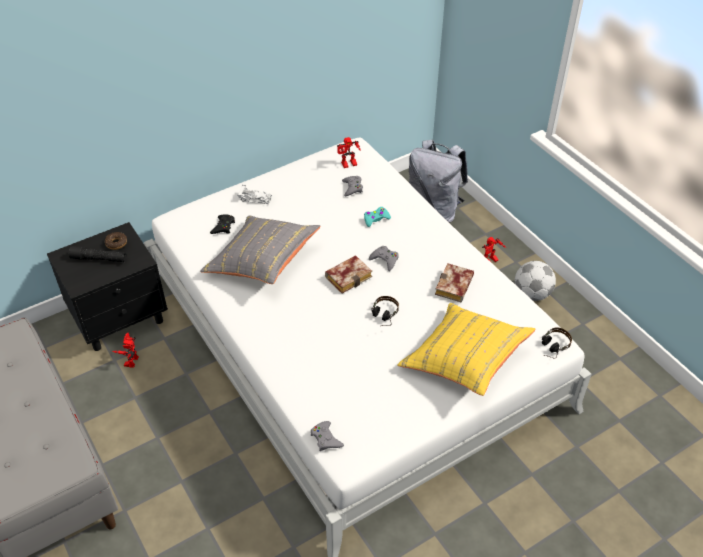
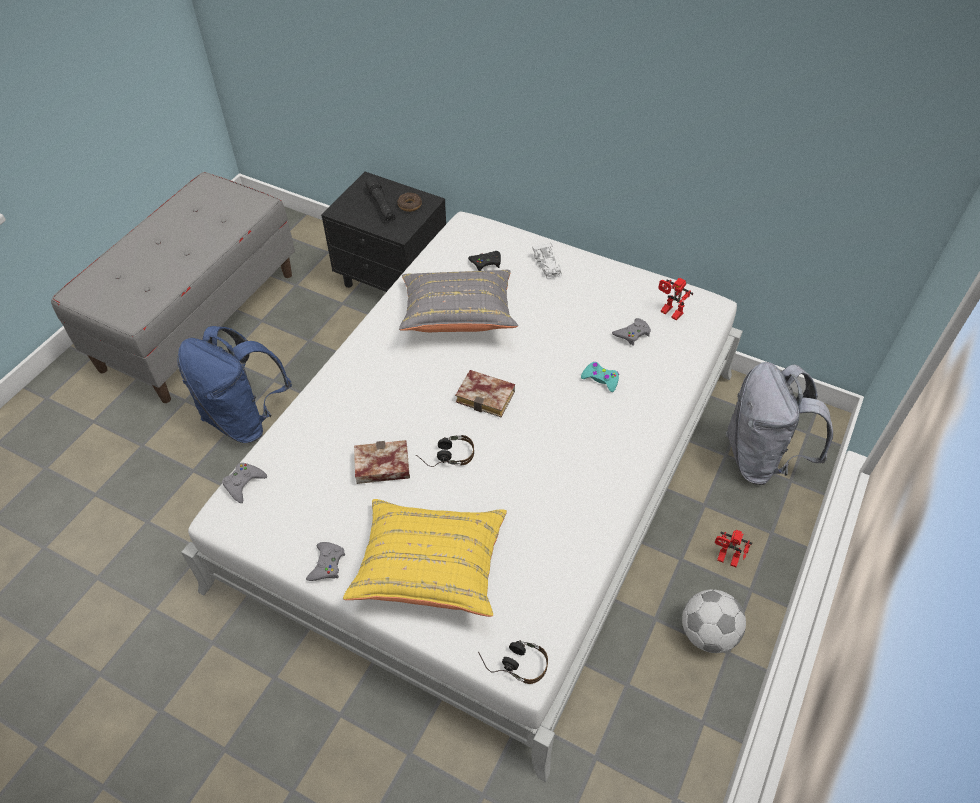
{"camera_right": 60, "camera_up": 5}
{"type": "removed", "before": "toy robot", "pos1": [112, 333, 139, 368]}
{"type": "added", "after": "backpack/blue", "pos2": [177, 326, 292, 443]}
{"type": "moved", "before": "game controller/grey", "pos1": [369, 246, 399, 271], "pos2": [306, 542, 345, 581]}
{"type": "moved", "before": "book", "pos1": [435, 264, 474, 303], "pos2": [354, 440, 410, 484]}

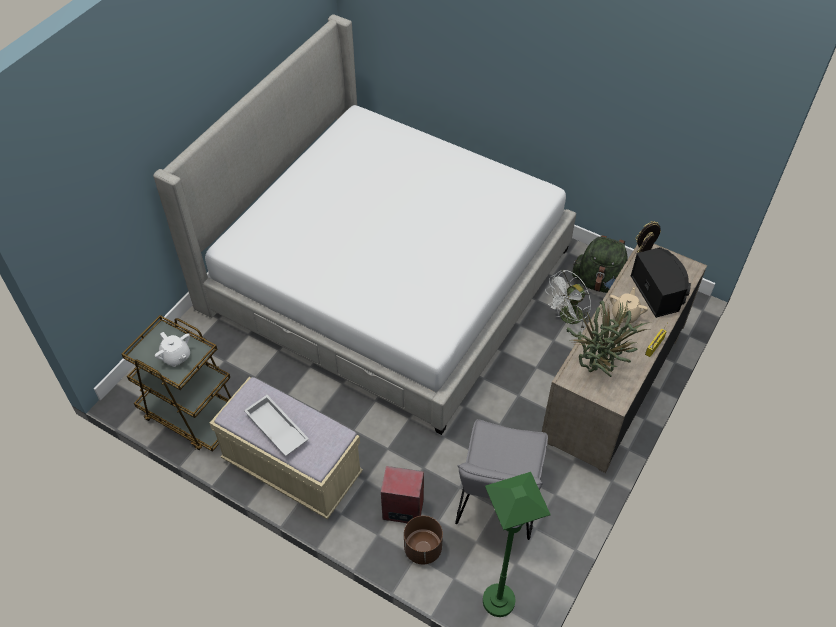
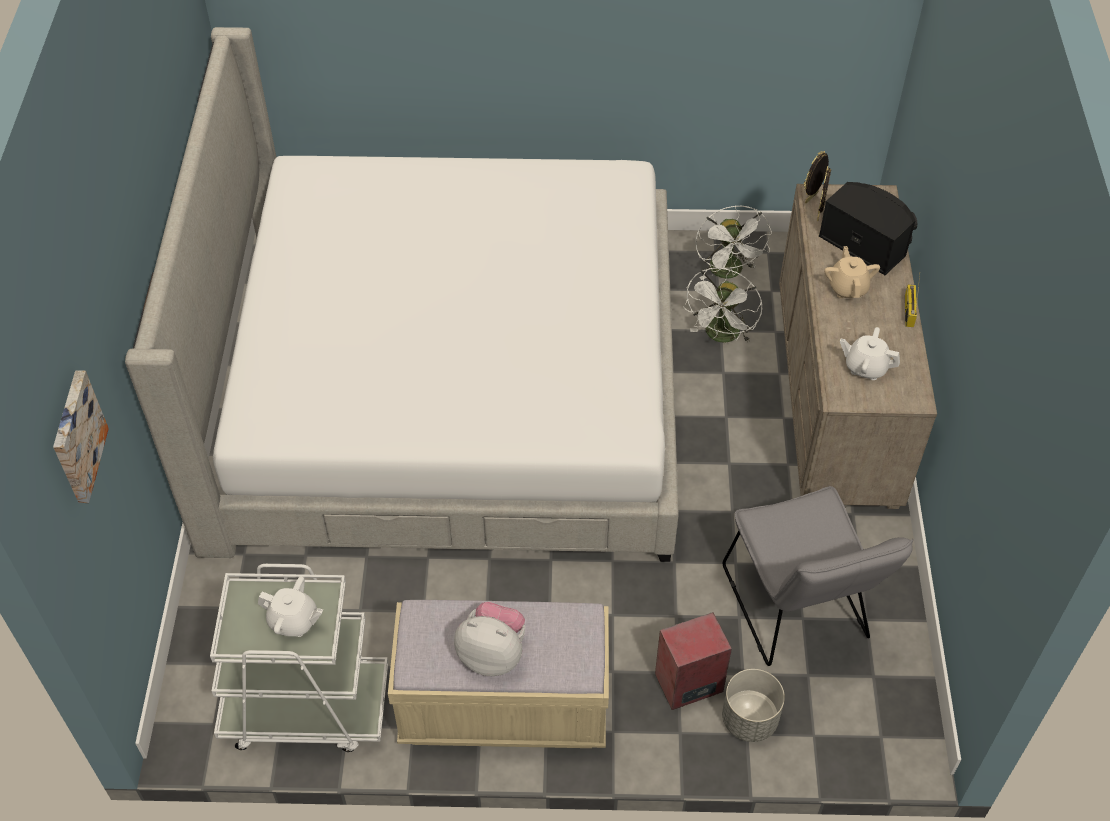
{"camera_right": -30, "camera_up": 0}
{"type": "removed", "before": "floor lamp/green", "pos1": [483, 472, 551, 617]}
{"type": "added", "after": "picture", "pos2": [53, 371, 109, 503]}
{"type": "replaced", "before": "tray/white", "after": "plush toy", "pos1": [244, 395, 309, 456], "pos2": [454, 602, 525, 676]}
{"type": "replaced", "before": "potted plant", "after": "teapot/white", "pos1": [566, 301, 647, 377], "pos2": [840, 327, 900, 380]}
{"type": "replaced", "before": "backpack/green", "after": "fan/white", "pos1": [572, 235, 628, 293], "pos2": [695, 206, 772, 280]}
{"type": "recoloured", "before": "cart/brown", "after": "cart/white", "pos1": [122, 315, 231, 452], "pos2": [210, 564, 388, 752]}
{"type": "recoloured", "before": "planter/brown", "after": "planter/grey", "pos1": [404, 516, 443, 565], "pos2": [722, 669, 785, 742]}

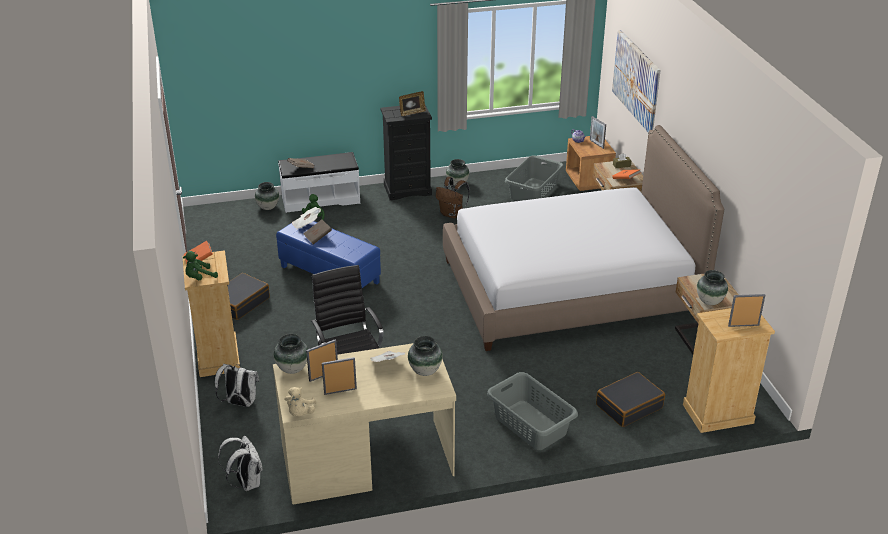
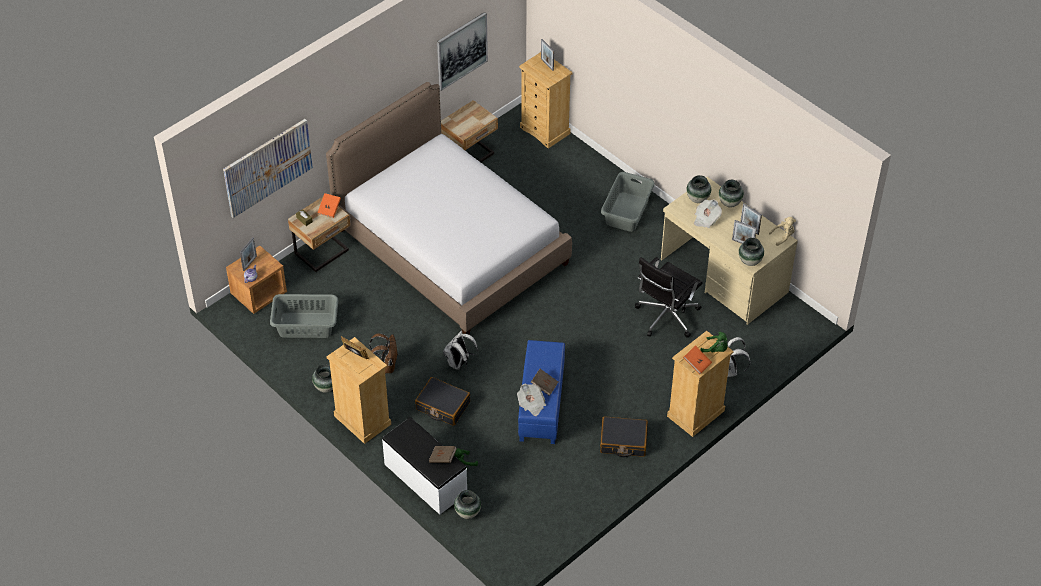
{"camera_right": -120, "camera_up": 15}
{"type": "added", "after": "picture", "pos2": [437, 12, 488, 91]}
{"type": "moved", "before": "backpack/white", "pos1": [218, 436, 262, 491], "pos2": [443, 331, 478, 370]}
{"type": "moved", "before": "suitcase/black", "pos1": [596, 372, 665, 427], "pos2": [415, 377, 470, 426]}
{"type": "moved", "before": "vase", "pos1": [697, 270, 728, 305], "pos2": [719, 180, 744, 207]}
{"type": "recoloured", "before": "dresser/black", "after": "dresser/beige", "pos1": [380, 105, 432, 200], "pos2": [326, 337, 391, 444]}

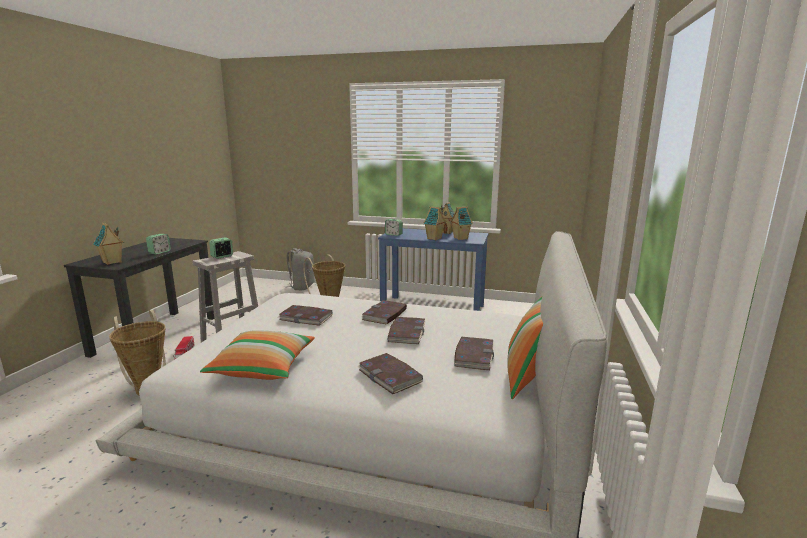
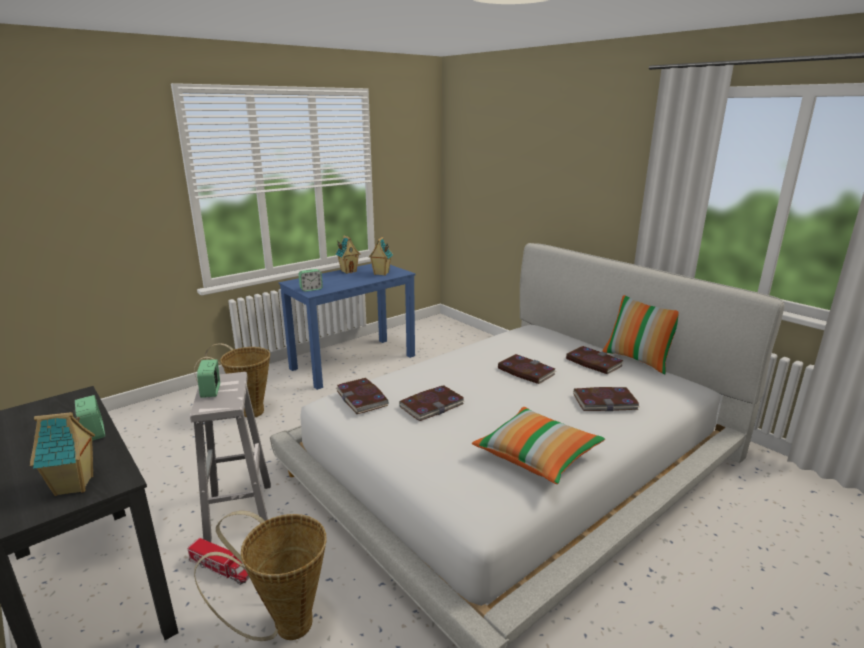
{"camera_right": -55, "camera_up": 5}
{"type": "removed", "before": "backpack/grey", "pos1": [287, 248, 315, 290]}
{"type": "removed", "before": "toy house", "pos1": [423, 206, 446, 240]}
{"type": "moved", "before": "book", "pos1": [362, 300, 407, 324], "pos2": [336, 378, 389, 414]}

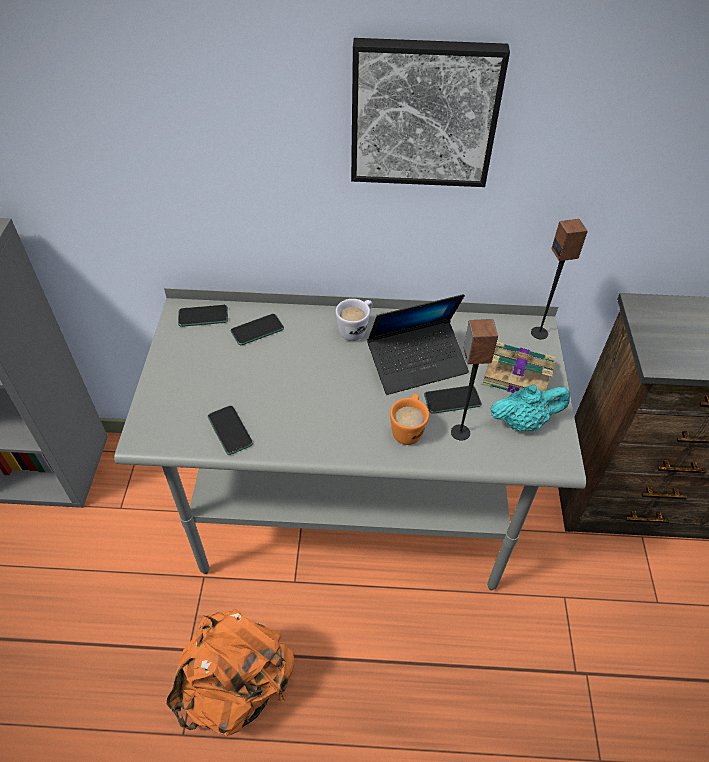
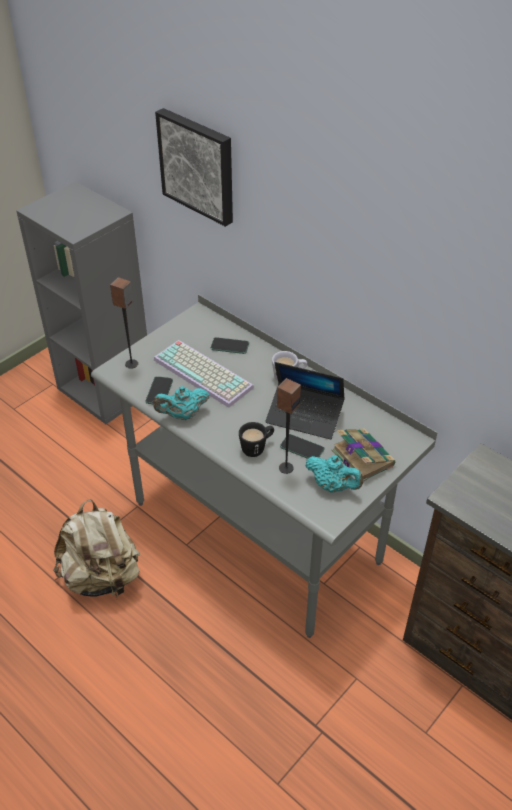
{"camera_right": 40, "camera_up": -5}
{"type": "removed", "before": "phone", "pos1": [178, 305, 228, 327]}
{"type": "added", "after": "teapot/turquoise", "pos2": [153, 386, 210, 420]}
{"type": "added", "after": "keyboard", "pos2": [154, 340, 254, 408]}
{"type": "moved", "before": "picture", "pos1": [351, 38, 510, 187], "pos2": [155, 108, 233, 227]}
{"type": "moved", "before": "speaker", "pos1": [531, 219, 588, 339], "pos2": [110, 277, 138, 369]}
{"type": "recoloured", "before": "backpack/orange", "after": "backpack/beige", "pos1": [167, 609, 295, 736], "pos2": [53, 499, 141, 599]}
{"type": "recoloured", "before": "mug/orange", "after": "mug/black", "pos1": [390, 394, 429, 445], "pos2": [239, 422, 274, 457]}

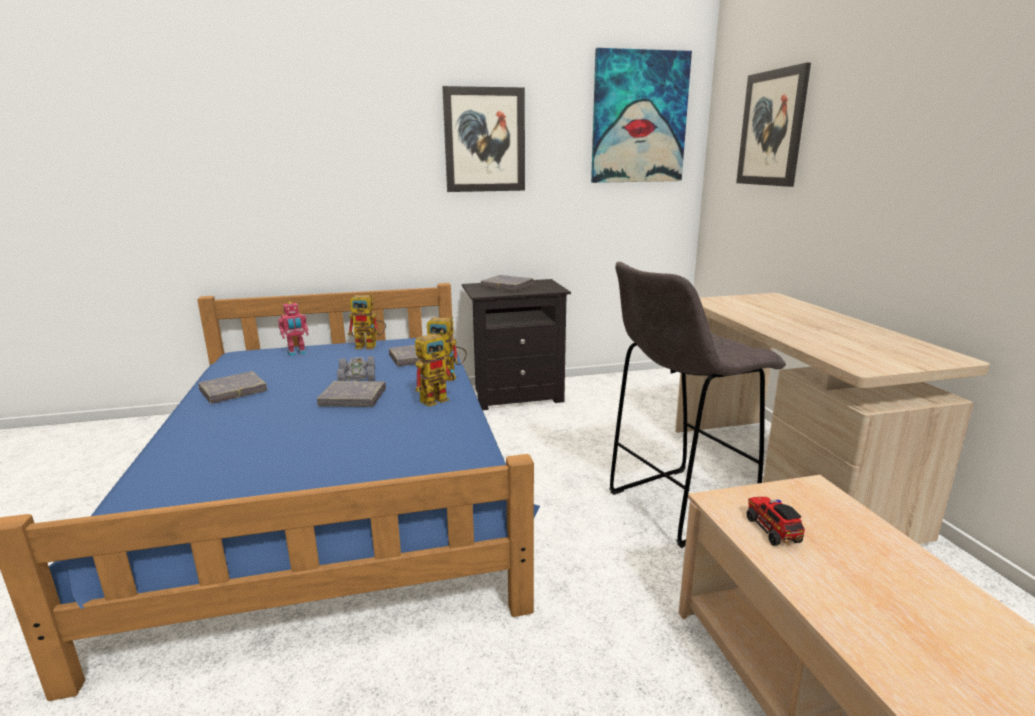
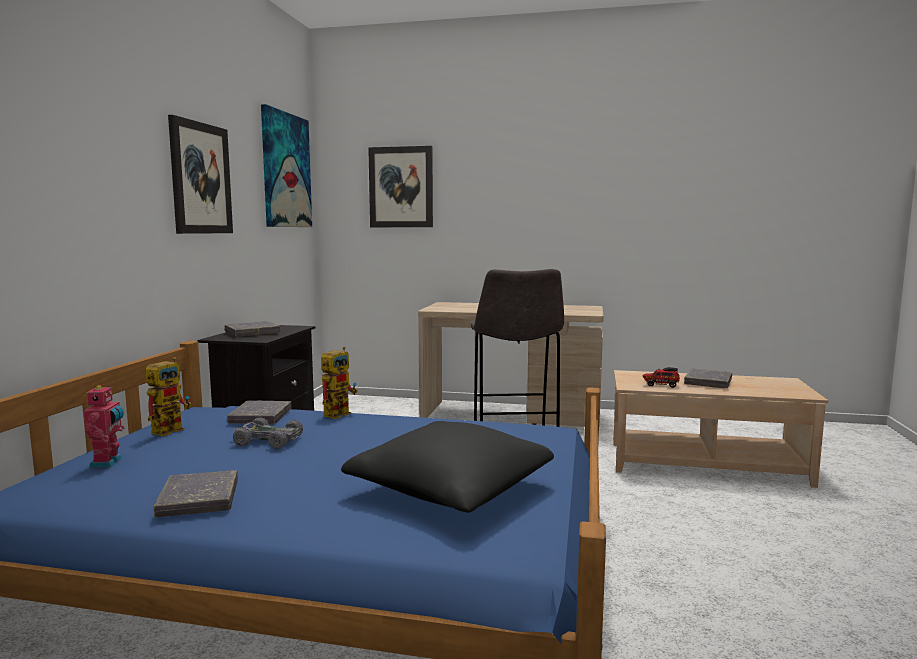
{"camera_right": -65, "camera_up": -10}
{"type": "removed", "before": "toy robot", "pos1": [415, 330, 456, 407]}
{"type": "added", "after": "pillow/black", "pos2": [341, 421, 554, 513]}
{"type": "moved", "before": "book/grey", "pos1": [317, 381, 386, 407], "pos2": [684, 369, 732, 388]}

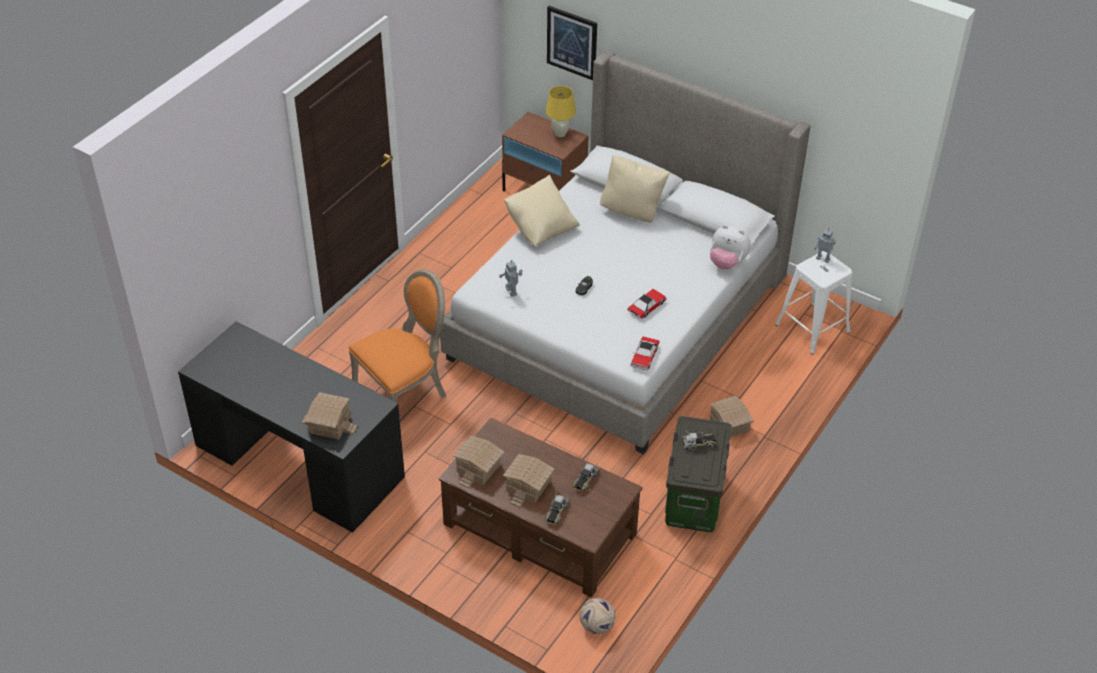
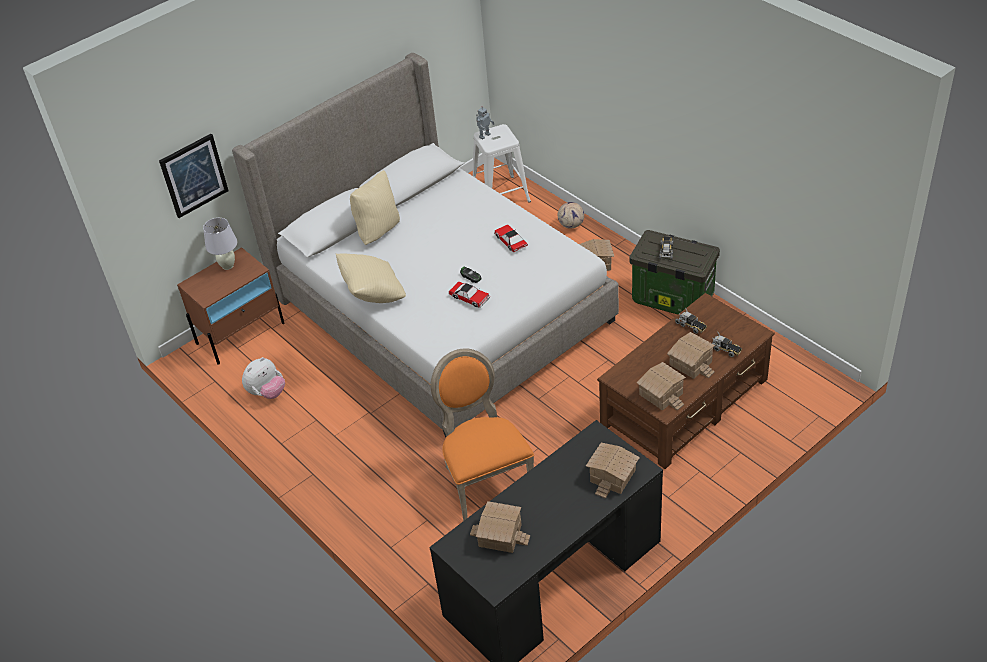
{"camera_right": -70, "camera_up": 0}
{"type": "removed", "before": "toy robot", "pos1": [499, 260, 522, 297]}
{"type": "added", "after": "toy house", "pos2": [470, 501, 530, 553]}
{"type": "moved", "before": "football", "pos1": [580, 598, 615, 634], "pos2": [558, 202, 584, 229]}
{"type": "moved", "before": "toy car", "pos1": [630, 336, 659, 371], "pos2": [449, 282, 490, 308]}
{"type": "moved", "before": "plush toy", "pos1": [710, 225, 751, 269], "pos2": [242, 357, 285, 399]}
{"type": "recoloured", "before": "table lamp/yellow", "after": "table lamp/white", "pos1": [546, 86, 576, 137], "pos2": [203, 218, 237, 270]}

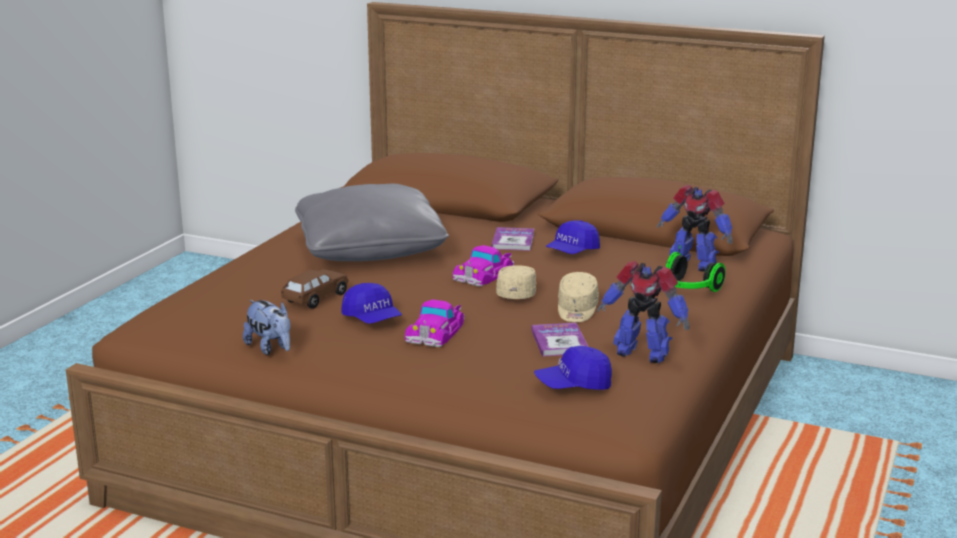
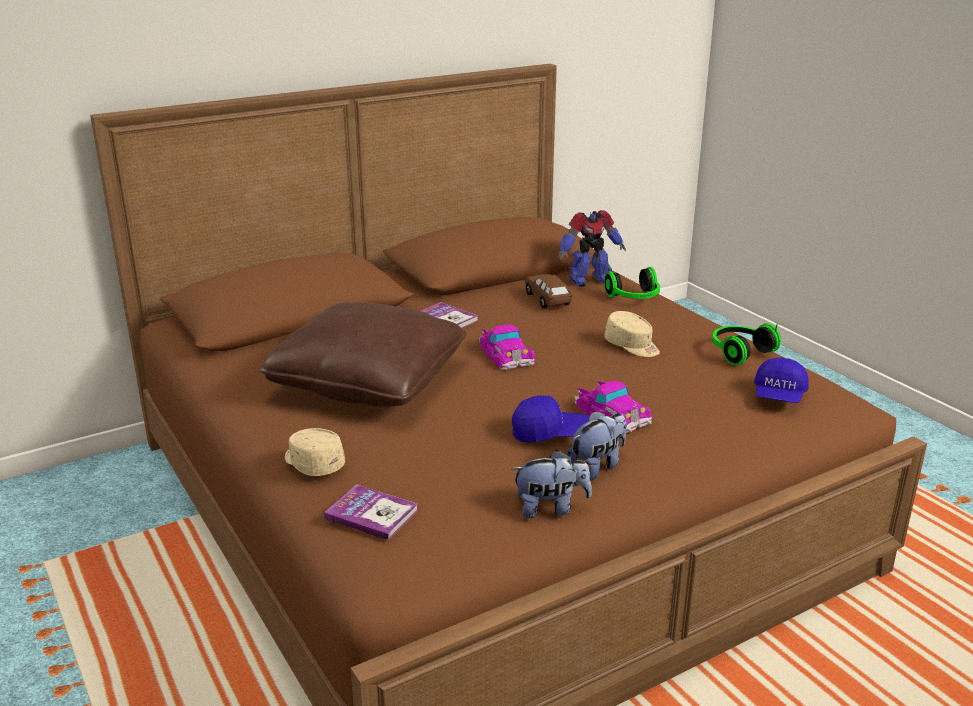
{"camera_right": -55, "camera_up": 5}
{"type": "removed", "before": "cap/blue", "pos1": [545, 220, 600, 254]}
{"type": "added", "after": "plush toy", "pos2": [567, 411, 627, 480]}
{"type": "moved", "before": "toy car/brown", "pos1": [281, 269, 348, 309], "pos2": [525, 274, 572, 309]}
{"type": "moved", "before": "cap/beige", "pos1": [496, 265, 537, 299], "pos2": [285, 428, 345, 476]}
{"type": "moved", "before": "book", "pos1": [531, 323, 588, 357], "pos2": [324, 484, 419, 540]}
{"type": "replaced", "before": "toy robot", "after": "headphones", "pos1": [597, 261, 690, 363], "pos2": [712, 323, 781, 366]}
{"type": "recoloured", "before": "pillow/grey", "after": "pillow/brown", "pos1": [295, 184, 449, 261], "pos2": [260, 302, 467, 407]}

